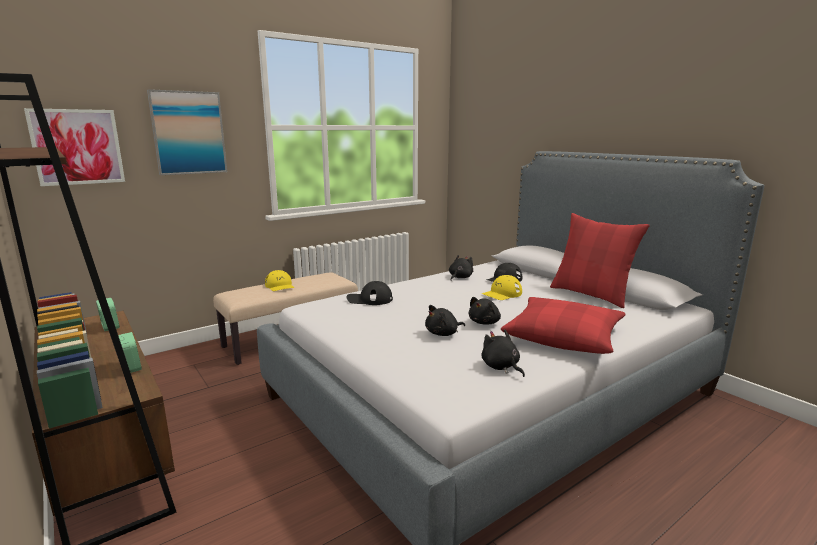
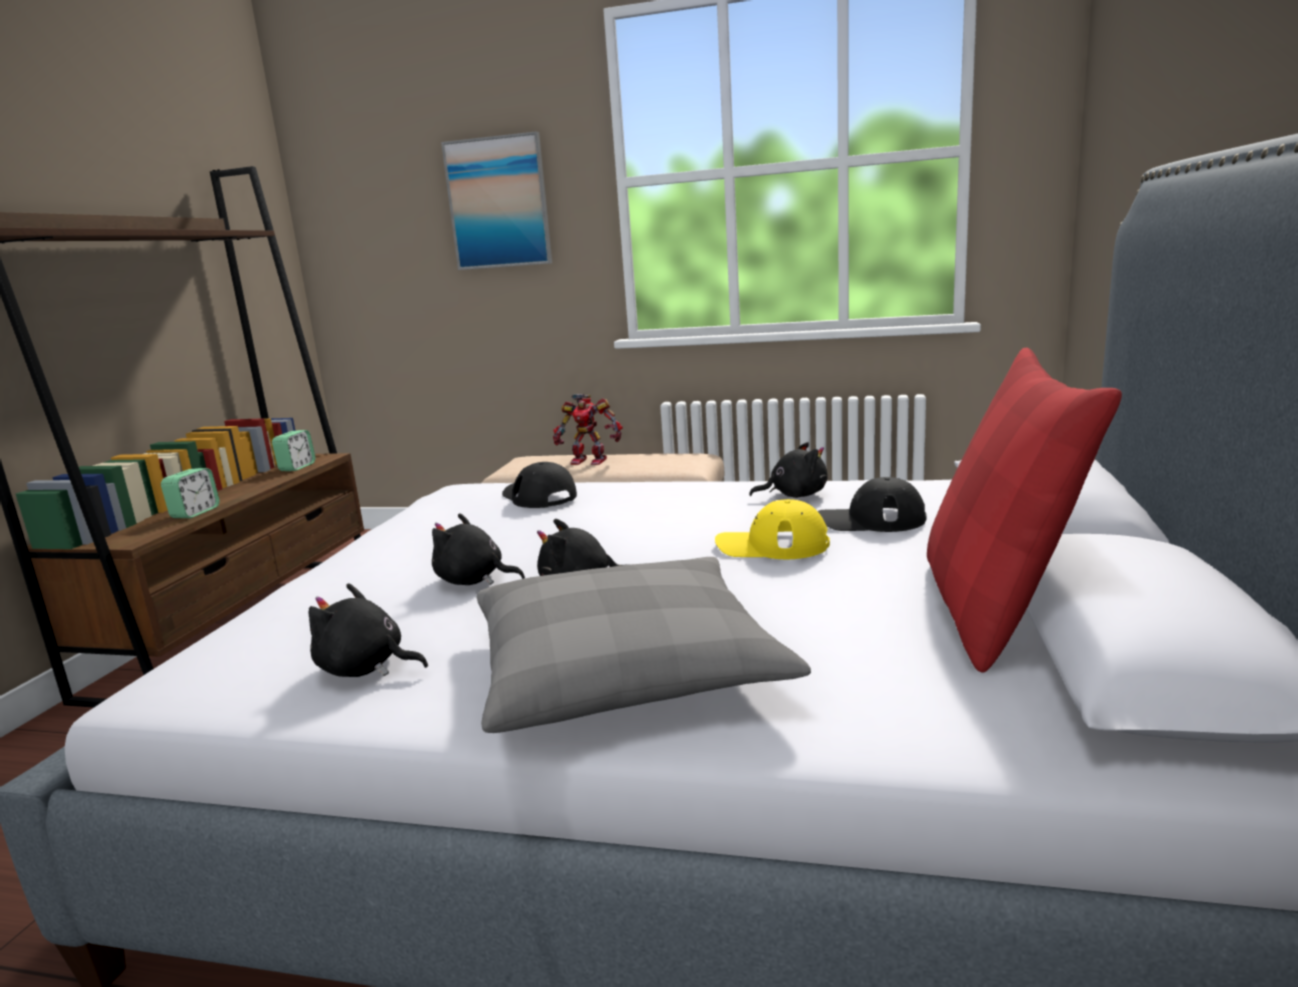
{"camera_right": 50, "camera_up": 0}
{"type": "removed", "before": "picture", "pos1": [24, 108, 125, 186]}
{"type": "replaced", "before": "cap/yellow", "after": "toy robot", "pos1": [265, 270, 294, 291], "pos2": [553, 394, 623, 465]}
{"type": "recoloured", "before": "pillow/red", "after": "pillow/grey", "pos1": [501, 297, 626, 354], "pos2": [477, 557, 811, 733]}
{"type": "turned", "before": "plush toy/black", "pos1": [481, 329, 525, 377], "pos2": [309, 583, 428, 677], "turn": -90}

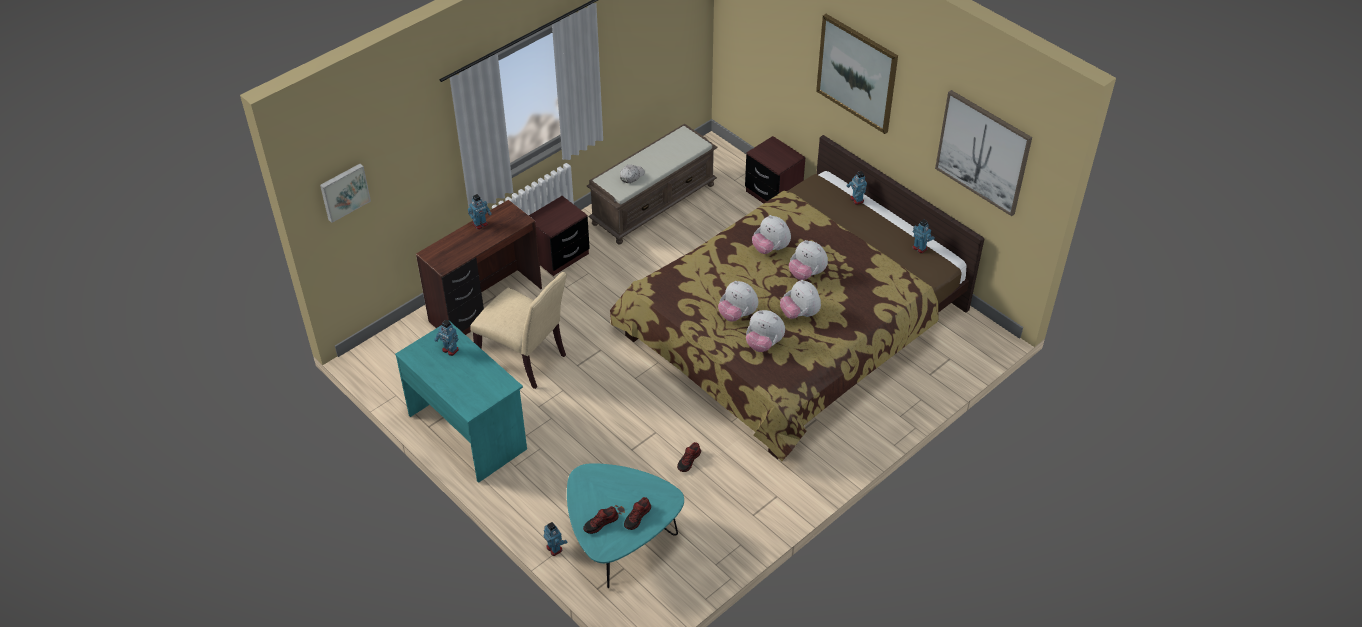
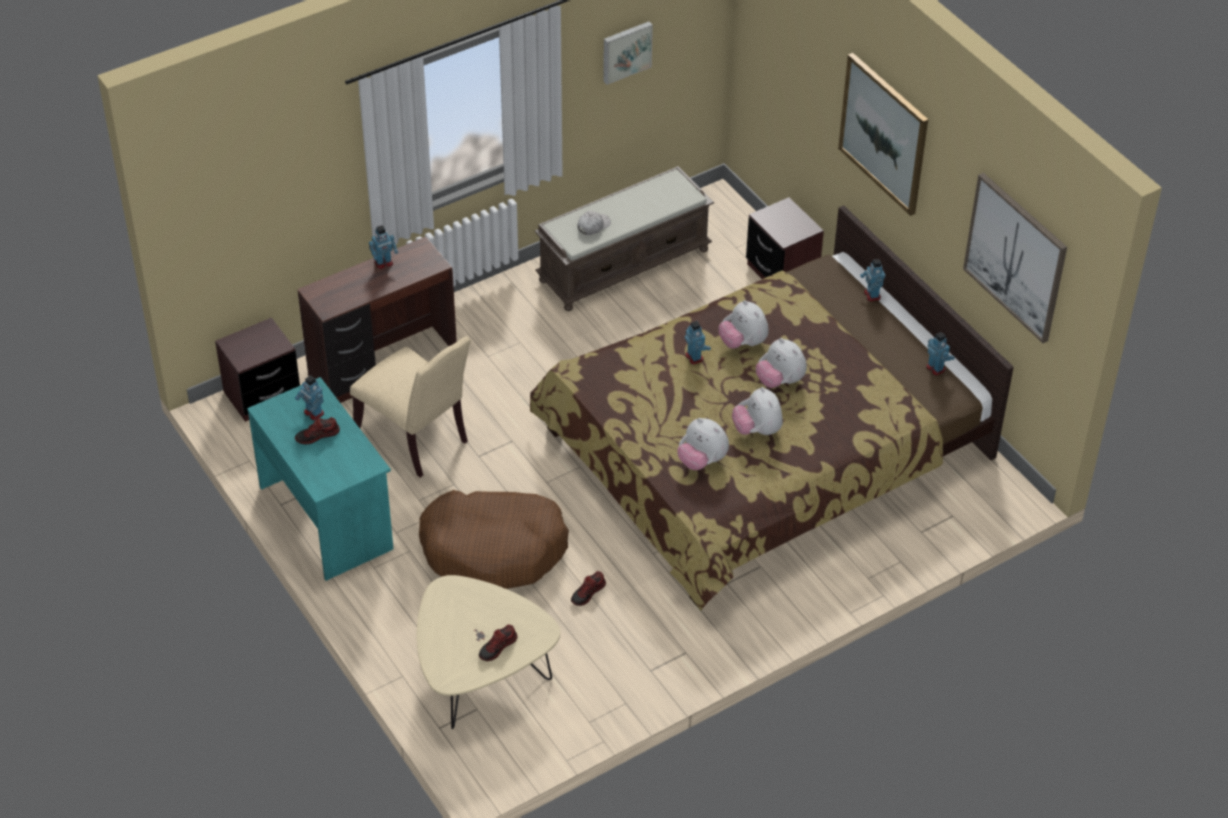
{"camera_right": 10, "camera_up": 0}
{"type": "removed", "before": "plush toy", "pos1": [718, 281, 758, 322]}
{"type": "added", "after": "dog bed/brown", "pos2": [419, 490, 569, 589]}
{"type": "moved", "before": "picture", "pos1": [320, 164, 371, 223], "pos2": [603, 21, 653, 85]}
{"type": "moved", "before": "nightstand/brown", "pos1": [529, 196, 590, 276], "pos2": [215, 318, 300, 422]}
{"type": "moved", "before": "toy robot", "pos1": [544, 522, 567, 556], "pos2": [685, 321, 711, 365]}
{"type": "moved", "before": "shoe", "pos1": [583, 506, 619, 534], "pos2": [295, 417, 340, 444]}
{"type": "recoloured", "before": "coffee table/turquoise", "after": "coffee table/beige", "pos1": [567, 463, 684, 588], "pos2": [417, 575, 560, 729]}

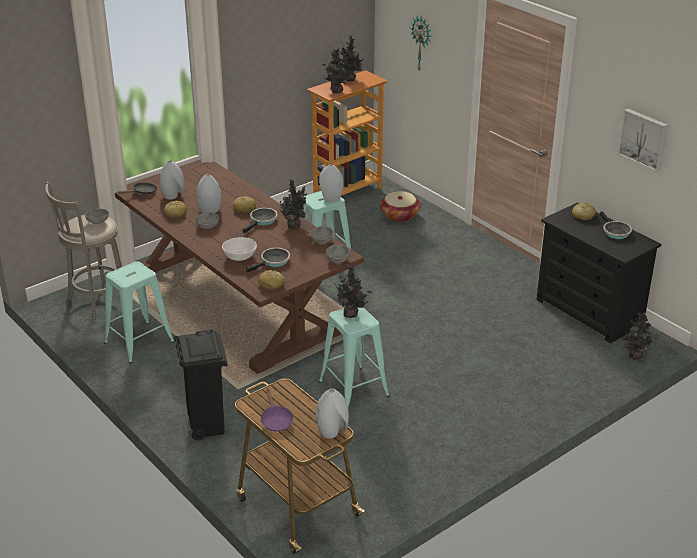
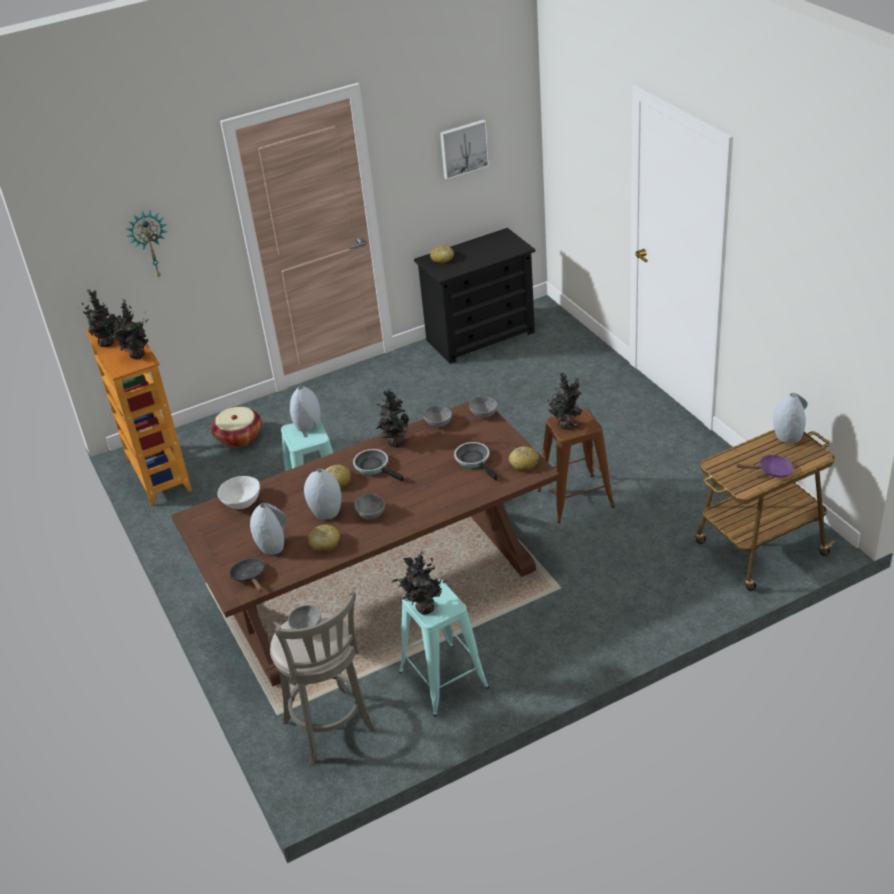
{"camera_right": -75, "camera_up": 5}
{"type": "removed", "before": "trash can/black", "pos1": [174, 330, 227, 440]}
{"type": "removed", "before": "frying pan", "pos1": [600, 211, 632, 239]}
{"type": "moved", "before": "bowl/white", "pos1": [222, 237, 257, 261], "pos2": [217, 476, 260, 509]}
{"type": "moved", "before": "potted plant", "pos1": [622, 312, 652, 360], "pos2": [392, 551, 448, 615]}
{"type": "recoloured", "before": "stool/turquoise", "after": "stool/brown", "pos1": [319, 307, 390, 407], "pos2": [537, 409, 615, 523]}

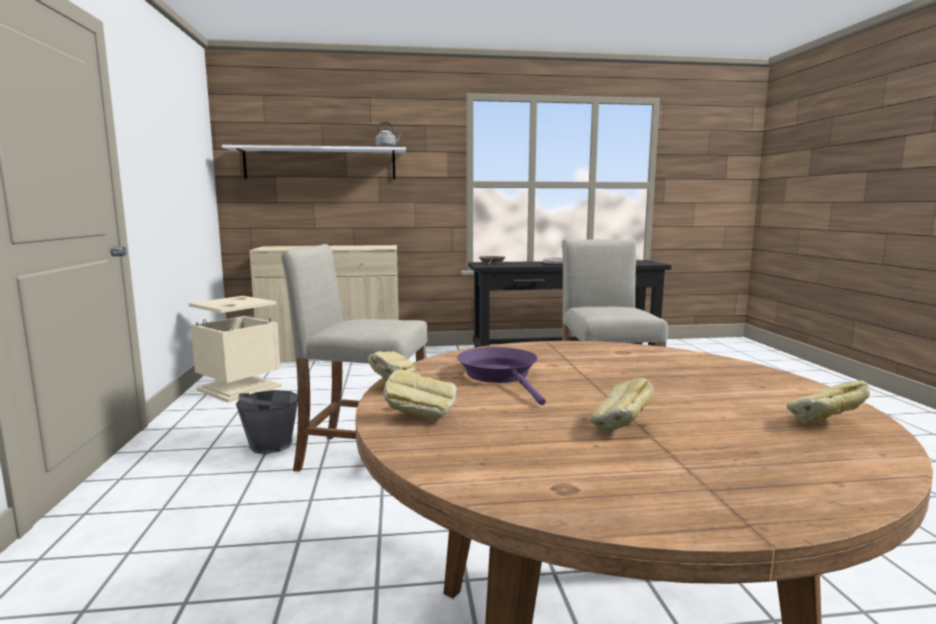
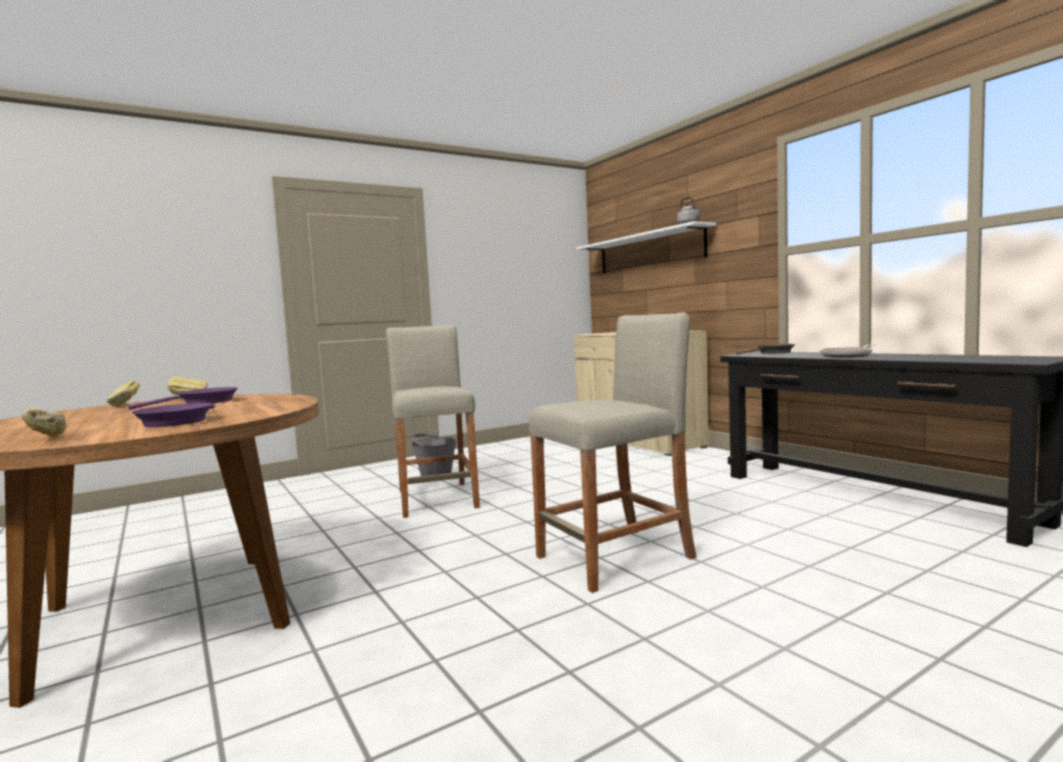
{"camera_right": 65, "camera_up": -5}
{"type": "removed", "before": "trash can/beige", "pos1": [189, 296, 282, 403]}
{"type": "removed", "before": "bread", "pos1": [590, 378, 654, 434]}
{"type": "added", "after": "frying pan/purple", "pos2": [132, 403, 215, 427]}

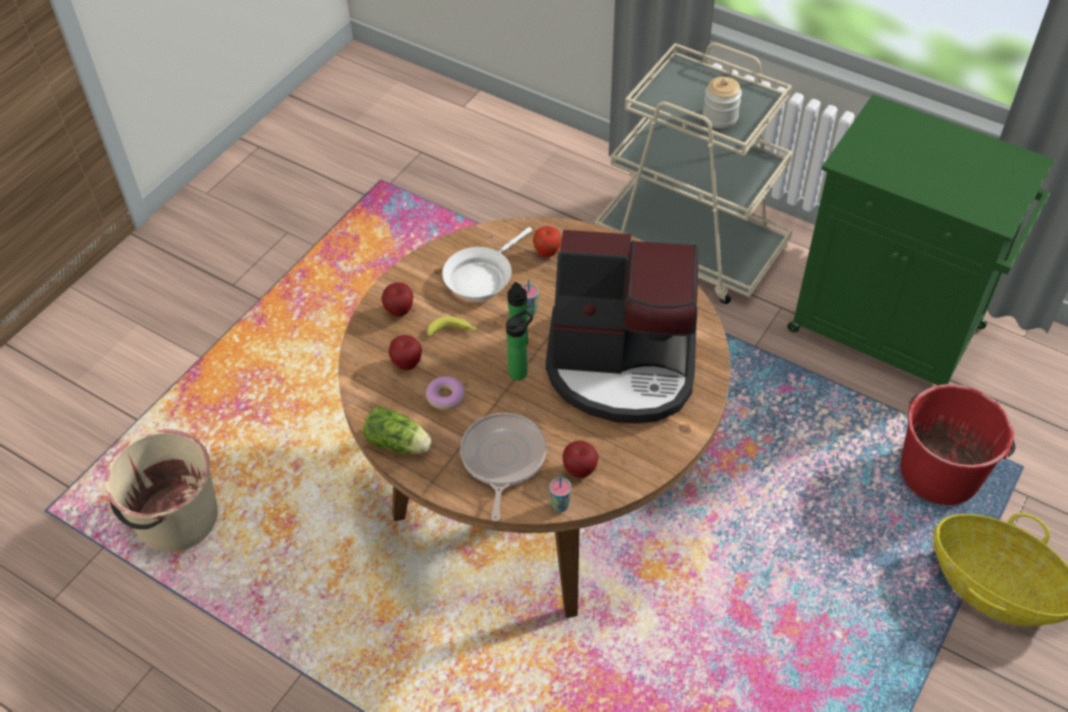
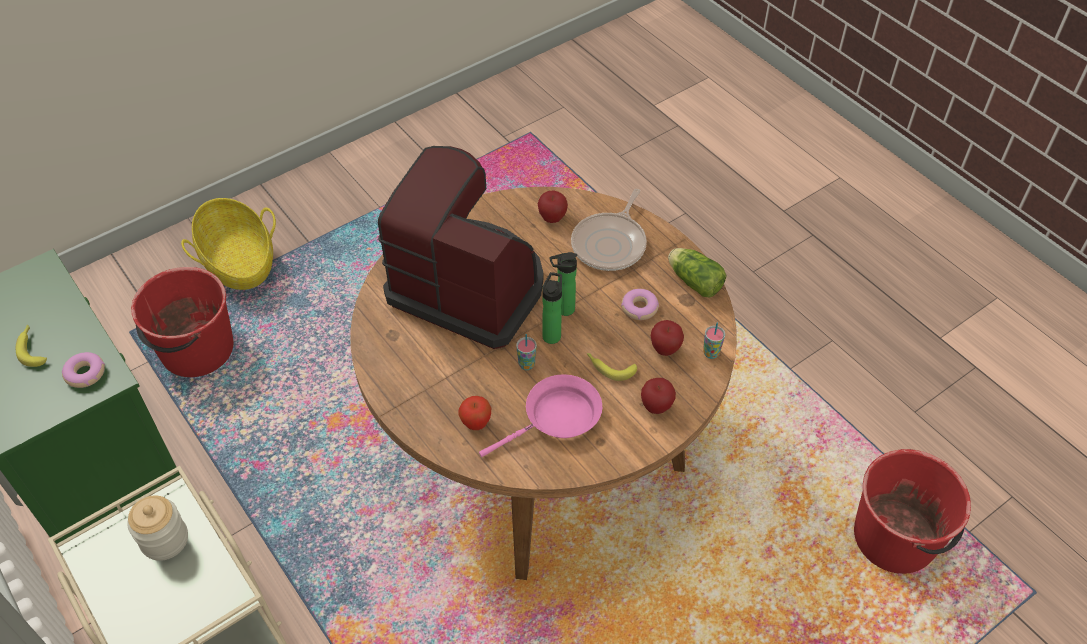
{"camera_right": -160, "camera_up": 0}
{"type": "added", "after": "banana", "pos2": [16, 325, 47, 367]}
{"type": "added", "after": "donut", "pos2": [62, 352, 105, 388]}
{"type": "moved", "before": "cup", "pos1": [550, 476, 571, 512], "pos2": [703, 323, 725, 359]}
{"type": "recoloured", "before": "bucket/beige", "after": "bucket/red", "pos1": [105, 429, 218, 552], "pos2": [854, 449, 971, 574]}
{"type": "recoloured", "before": "frying pan/white", "after": "frying pan/pink", "pos1": [442, 227, 532, 301], "pos2": [479, 374, 602, 457]}

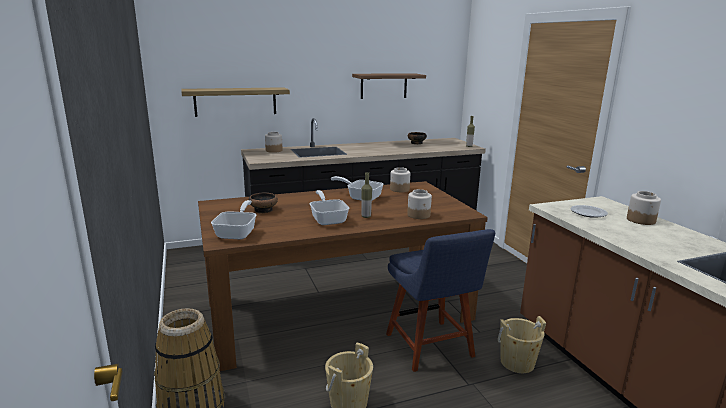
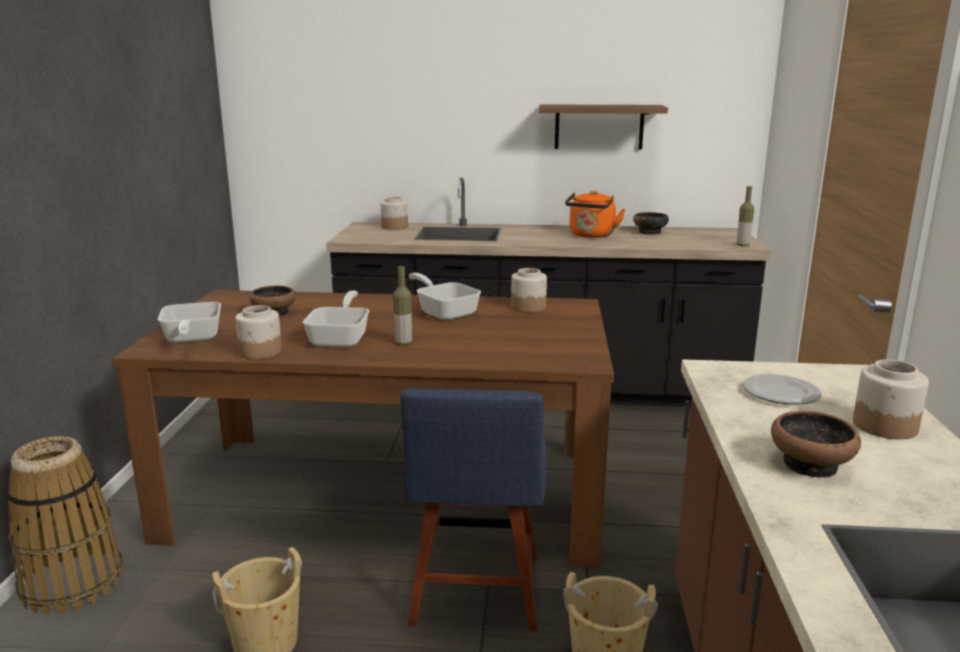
{"camera_right": 25, "camera_up": 0}
{"type": "removed", "before": "shelf", "pos1": [181, 87, 290, 117]}
{"type": "added", "after": "kettle/orange", "pos2": [565, 191, 626, 238]}
{"type": "added", "after": "bowl", "pos2": [771, 411, 861, 478]}
{"type": "moved", "before": "jar", "pos1": [407, 189, 432, 219], "pos2": [235, 305, 282, 359]}
{"type": "turned", "before": "frying pan", "pos1": [211, 200, 257, 240], "pos2": [158, 302, 221, 343], "turn": 135}

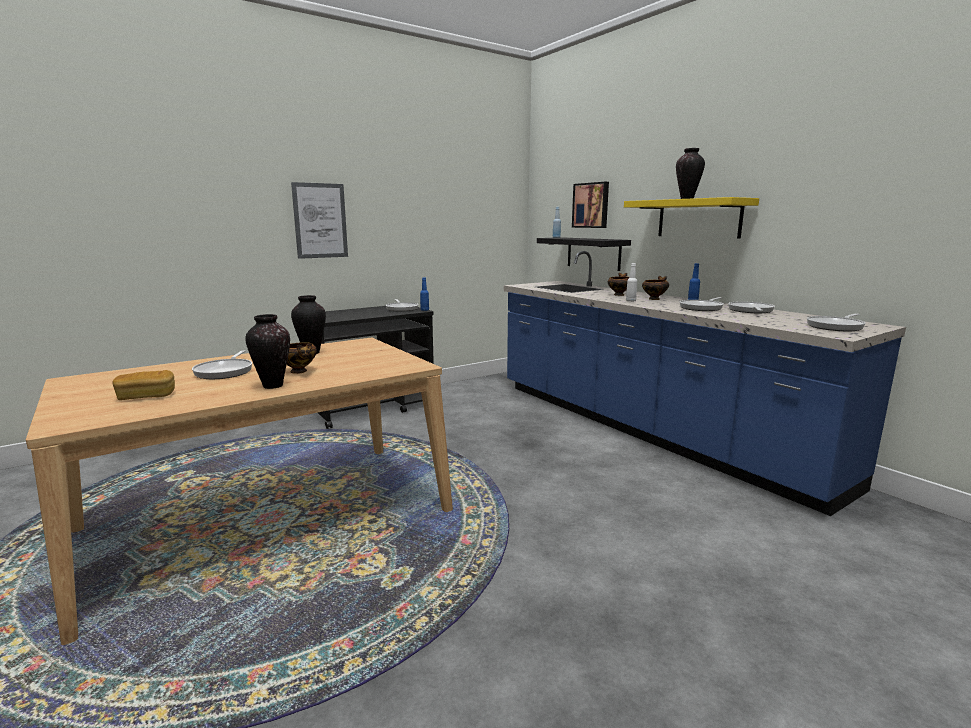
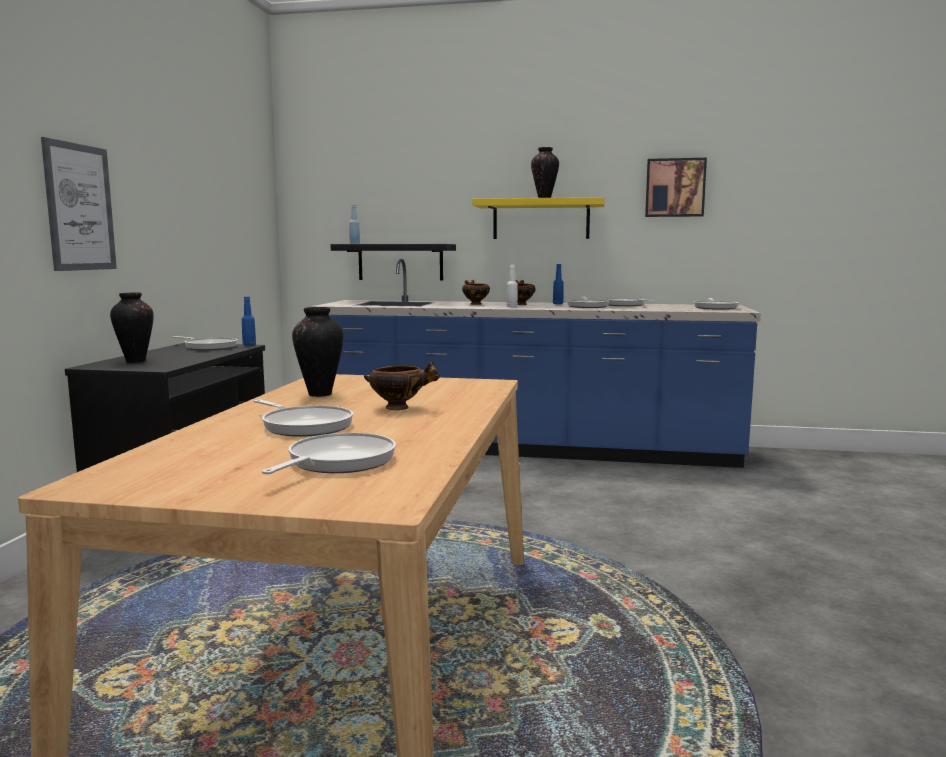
{"camera_right": -45, "camera_up": -5}
{"type": "moved", "before": "vase", "pos1": [246, 314, 290, 389], "pos2": [110, 293, 154, 363]}
{"type": "moved", "before": "picture", "pos1": [572, 182, 609, 228], "pos2": [645, 158, 707, 217]}
{"type": "replaced", "before": "bread", "after": "frying pan", "pos1": [112, 370, 175, 400], "pos2": [262, 433, 396, 474]}

